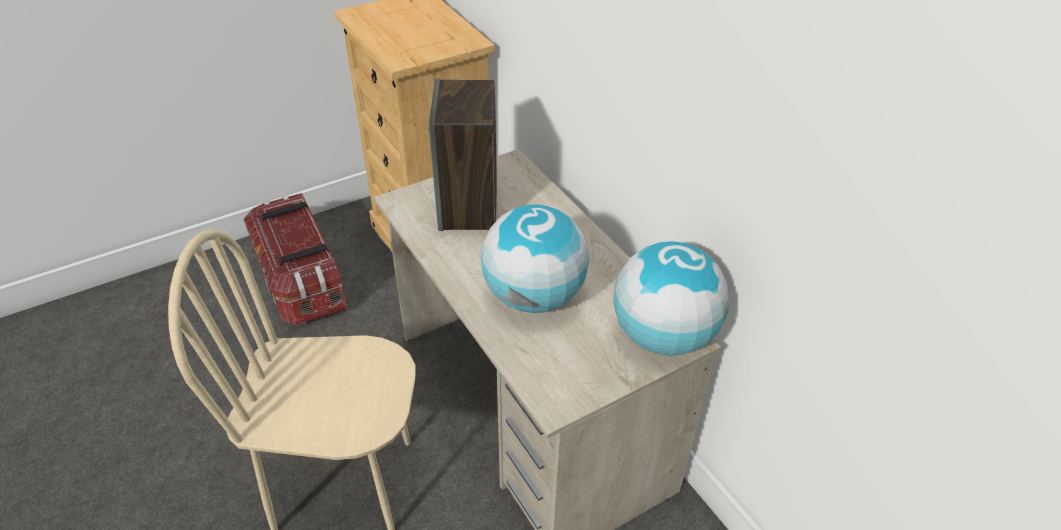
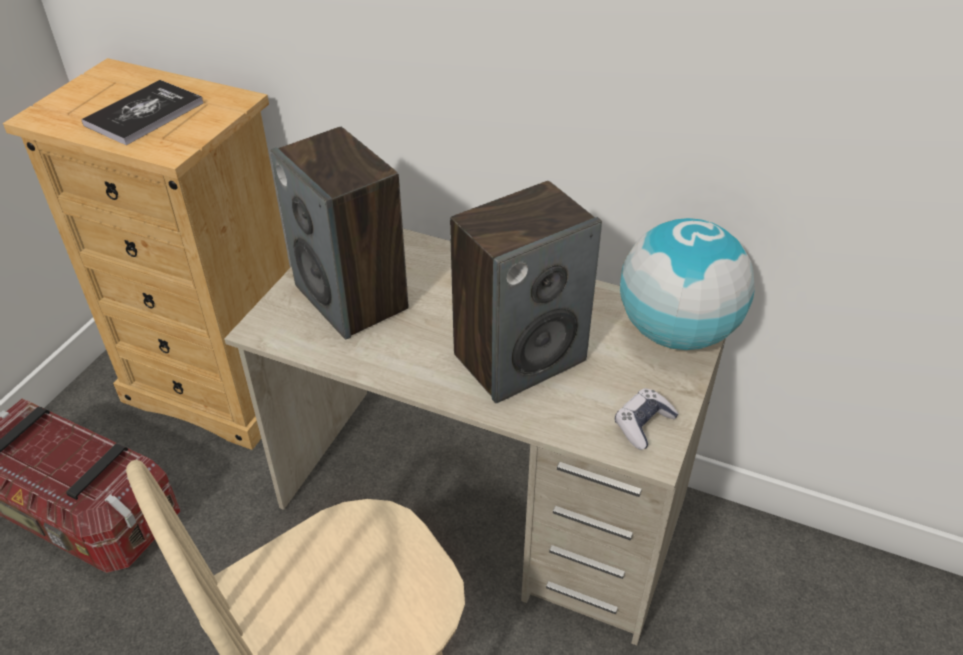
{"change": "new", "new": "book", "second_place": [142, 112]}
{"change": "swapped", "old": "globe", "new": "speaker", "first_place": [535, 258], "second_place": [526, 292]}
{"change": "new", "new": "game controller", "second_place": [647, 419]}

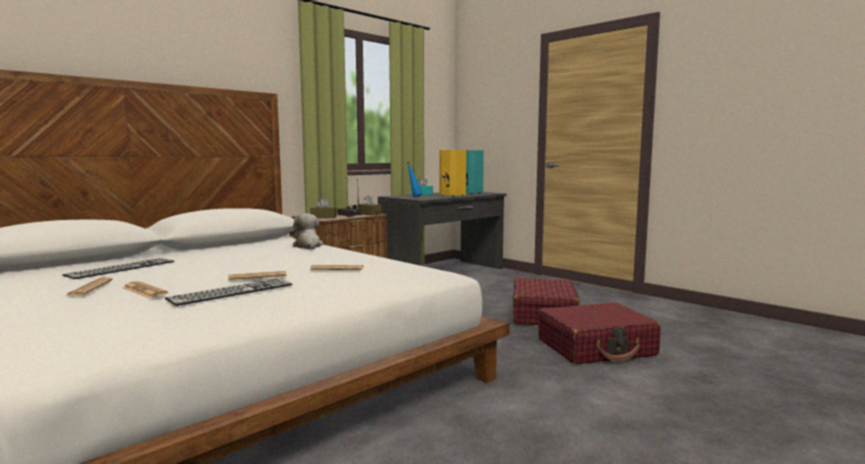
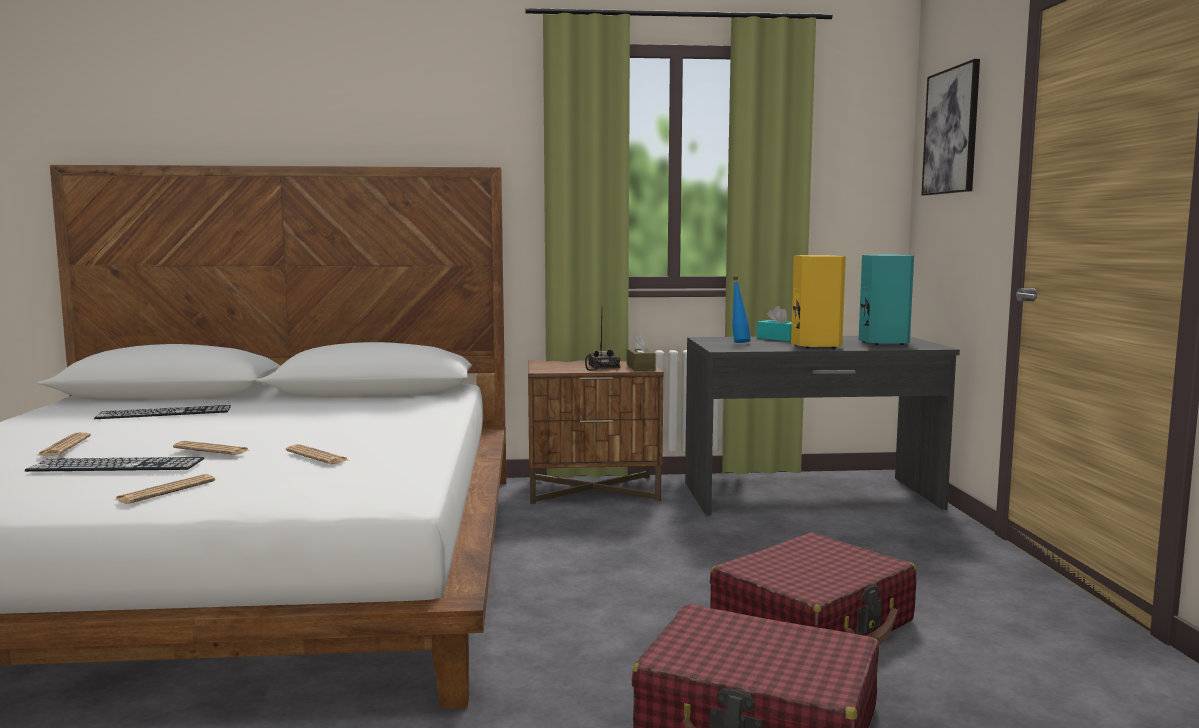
{"change": "shifted", "old": "newspaper", "first_place": [89, 286], "second_place": [165, 489]}
{"change": "new", "new": "picture", "second_place": [950, 127]}
{"change": "gone", "old": "plush toy", "first_place": [306, 231]}
{"change": "gone", "old": "tissue box (brown)", "first_place": [323, 207]}

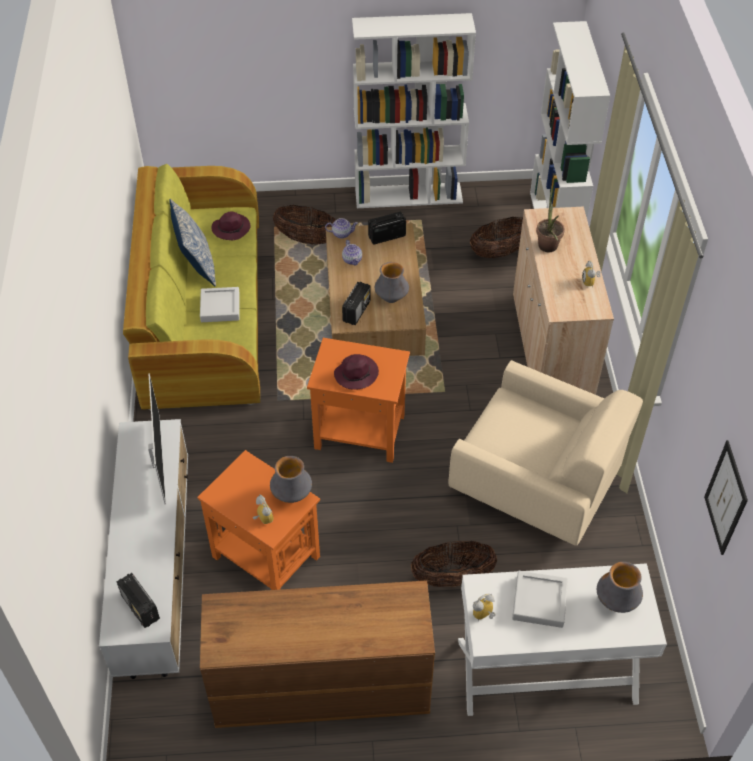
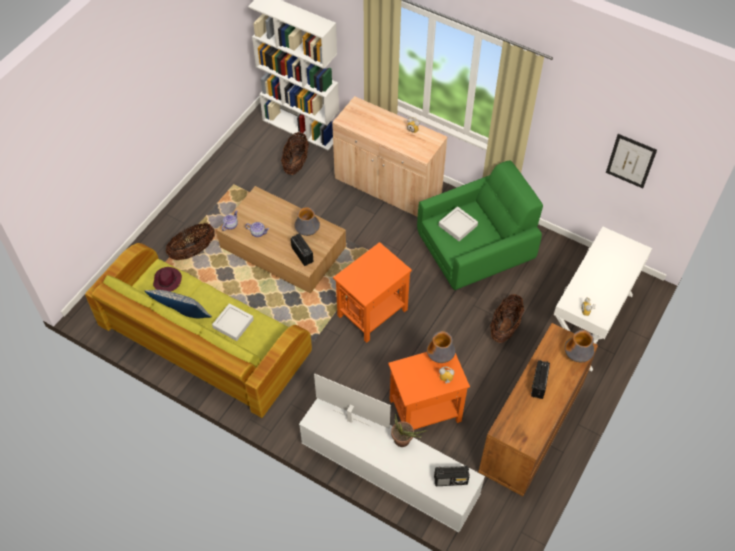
{"change": "shifted", "old": "potted plant", "first_place": [550, 219], "second_place": [409, 430]}
{"change": "repainted", "old": "armchair (beige)", "new": "armchair (green)", "first_place": [545, 453], "second_place": [480, 225]}
{"change": "shifted", "old": "tray (grey)", "first_place": [540, 599], "second_place": [458, 223]}
{"change": "shifted", "old": "radio", "first_place": [387, 228], "second_place": [540, 379]}
{"change": "shifted", "old": "vase", "first_place": [620, 587], "second_place": [579, 346]}
{"change": "gone", "old": "hat (purple)", "first_place": [356, 372]}
{"change": "gone", "old": "bookcase (white)", "first_place": [414, 110]}

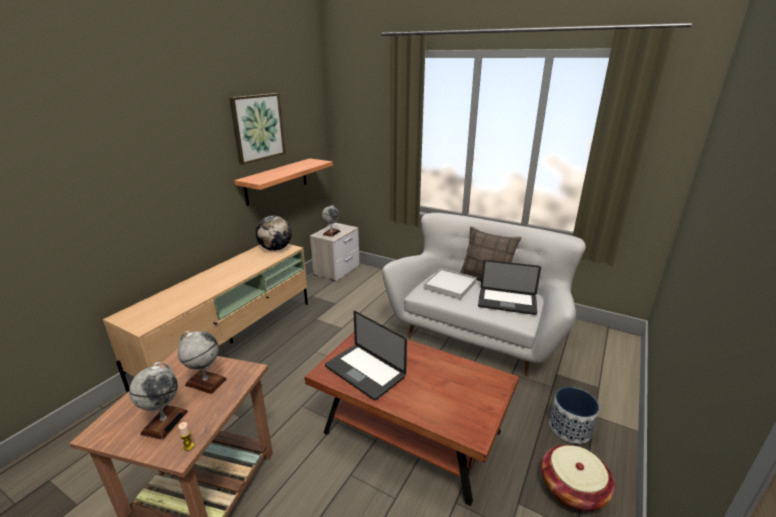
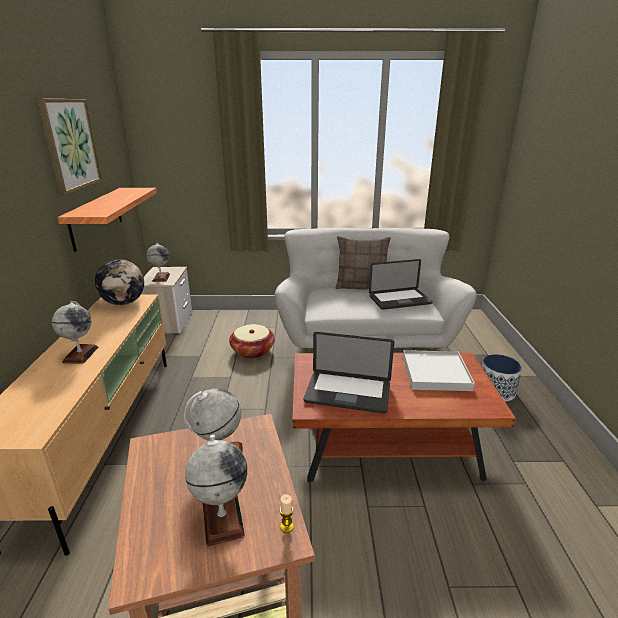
{"change": "new", "new": "globe", "second_place": [75, 332]}
{"change": "shifted", "old": "basket", "first_place": [578, 478], "second_place": [252, 341]}
{"change": "shifted", "old": "tray (white)", "first_place": [450, 284], "second_place": [439, 370]}

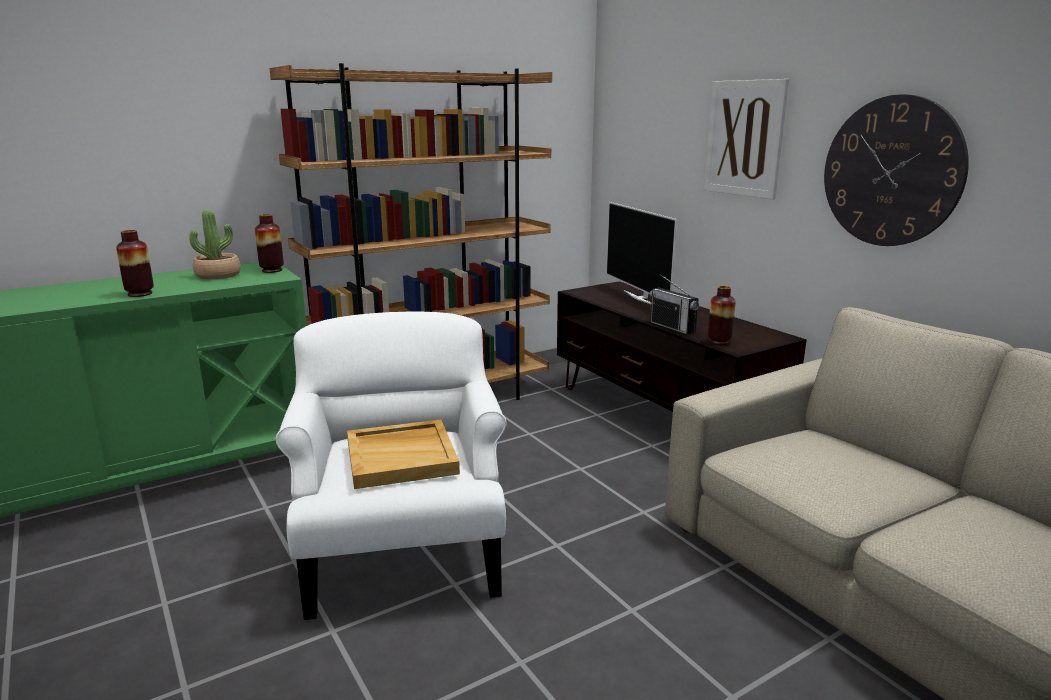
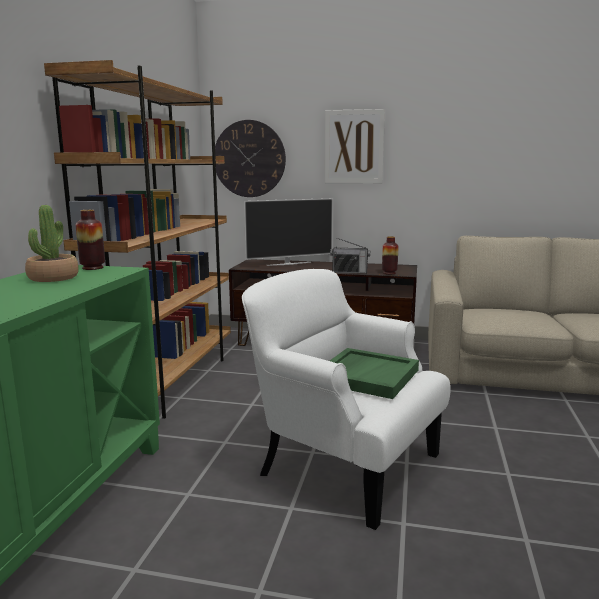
{"change": "shifted", "old": "wall clock", "first_place": [896, 170], "second_place": [250, 158]}
{"change": "rotated", "old": "television", "first_place": [641, 253], "second_place": [288, 232], "degrees": -45}
{"change": "repainted", "old": "tray (beige)", "new": "tray (green)", "first_place": [403, 454], "second_place": [374, 373]}
{"change": "gone", "old": "vase", "first_place": [135, 263]}

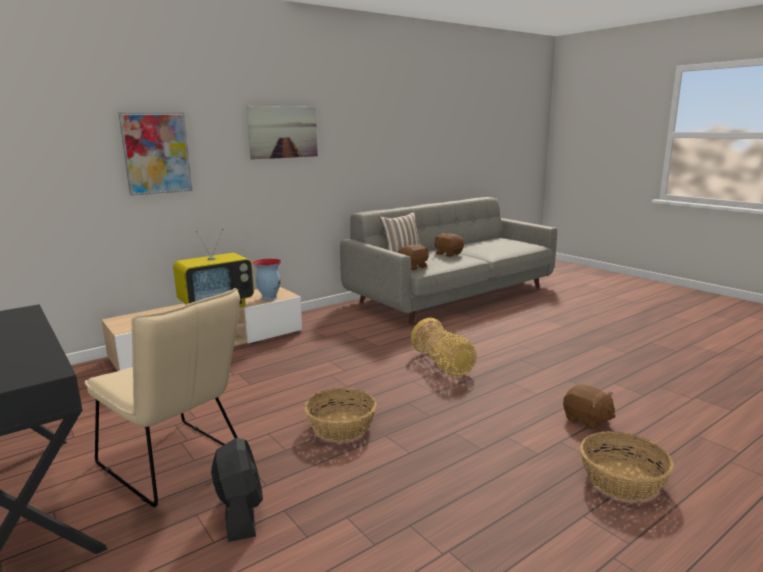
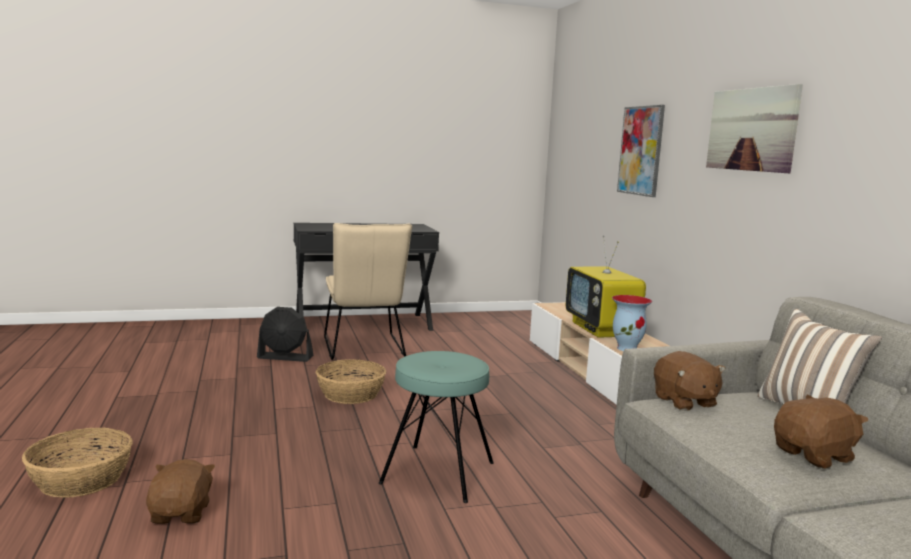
{"change": "rotated", "old": "plush toy (brown)", "first_place": [589, 407], "second_place": [180, 491], "degrees": 105}
{"change": "rotated", "old": "chair (beige)", "first_place": [162, 397], "second_place": [368, 291], "degrees": -75}
{"change": "swapped", "old": "basket", "new": "stool (turquoise)", "first_place": [444, 347], "second_place": [436, 427]}

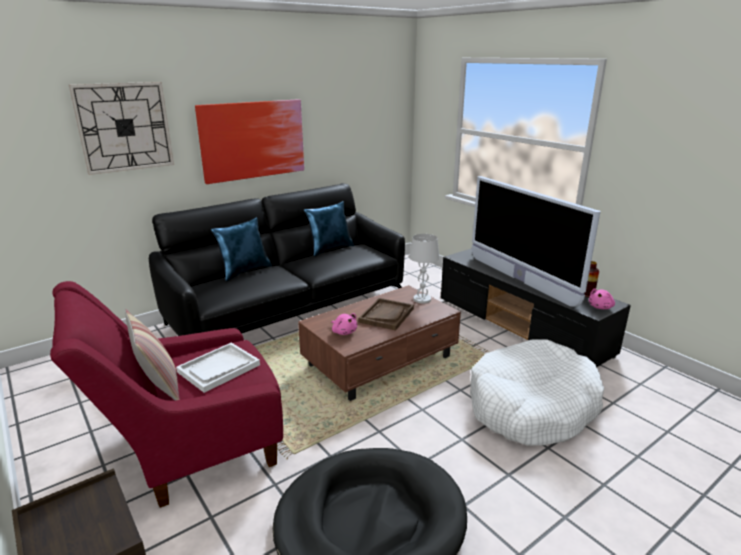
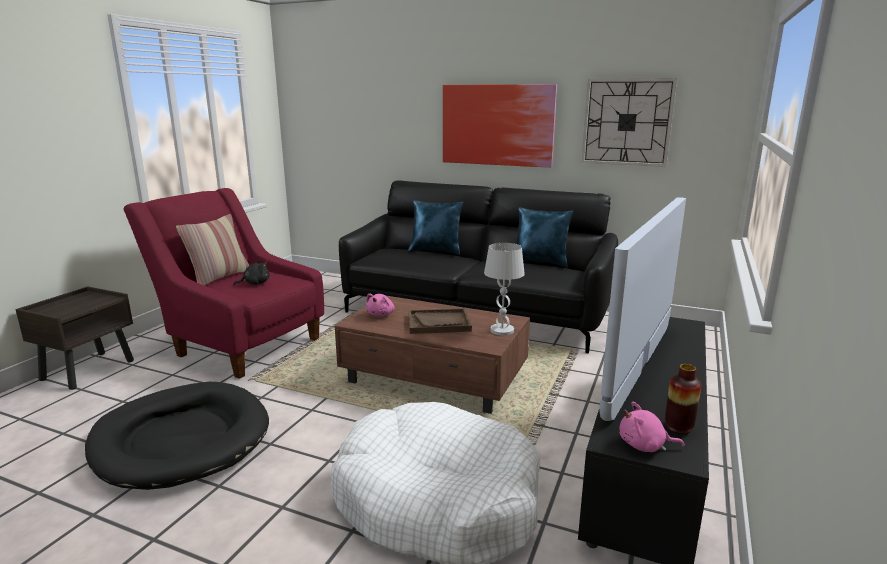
{"change": "swapped", "old": "tray (white)", "new": "plush toy (black)", "first_place": [218, 368], "second_place": [251, 272]}
{"change": "shifted", "old": "wall clock", "first_place": [121, 128], "second_place": [629, 122]}

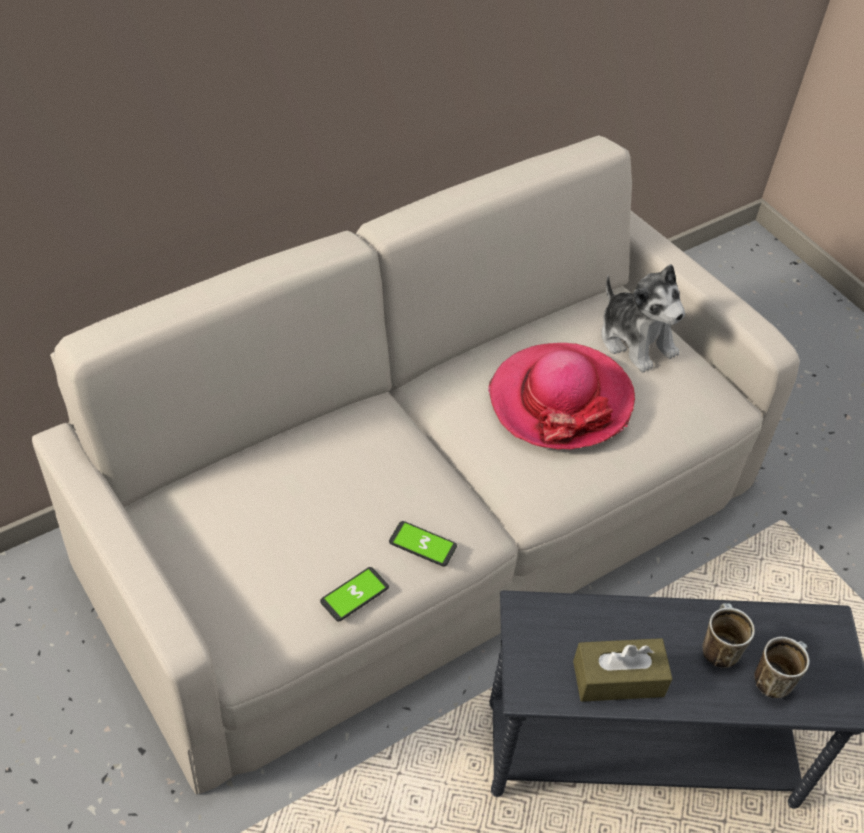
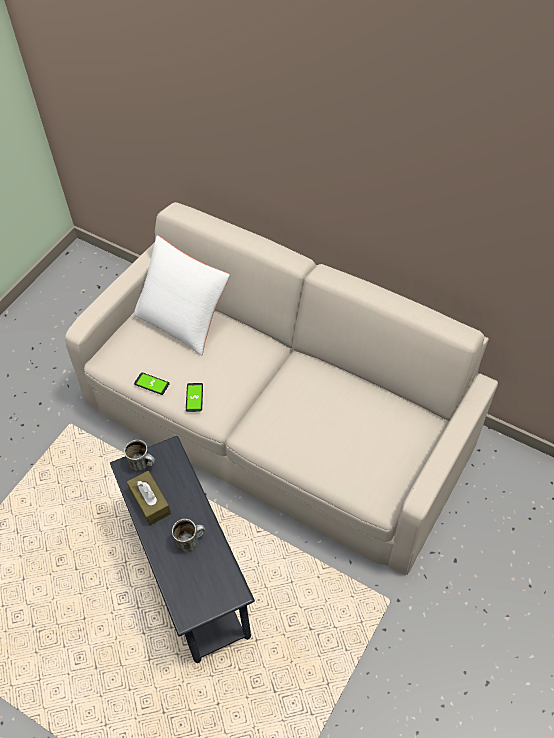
{"change": "shifted", "old": "mug", "first_place": [781, 667], "second_place": [140, 455]}
{"change": "new", "new": "pillow (white)", "second_place": [182, 295]}
{"change": "gone", "old": "hat", "first_place": [561, 396]}
{"change": "gone", "old": "plush toy", "first_place": [643, 318]}

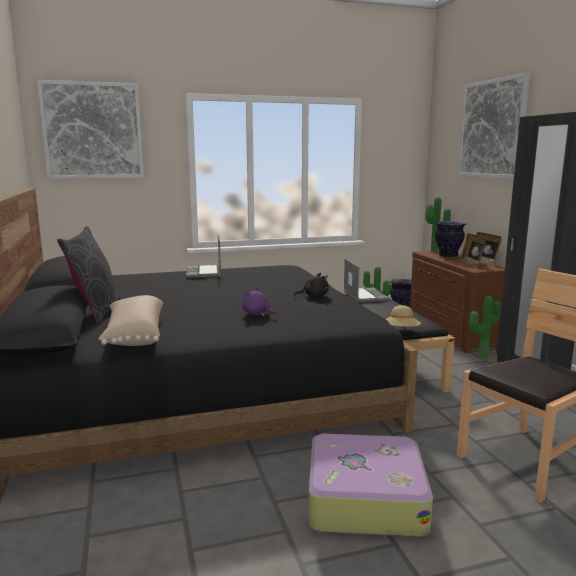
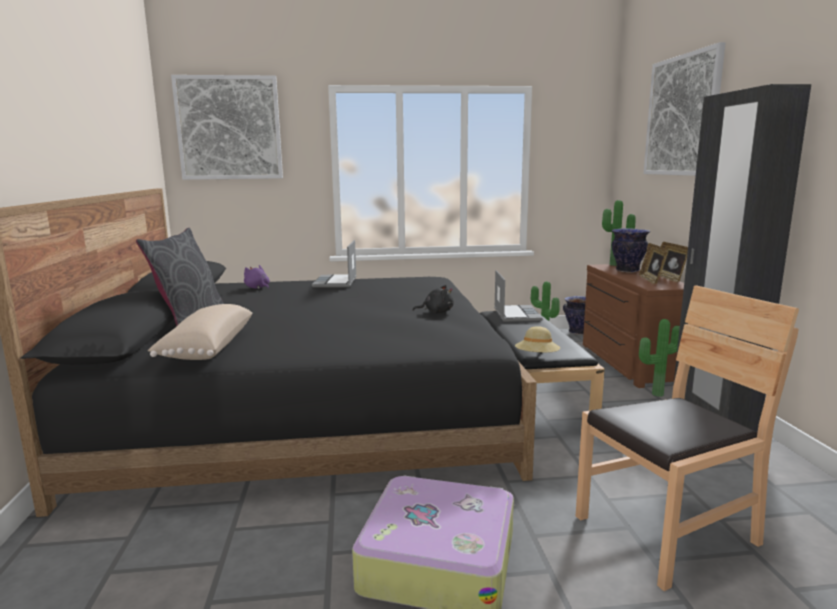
{"change": "shifted", "old": "plush toy (purple)", "first_place": [259, 302], "second_place": [257, 277]}

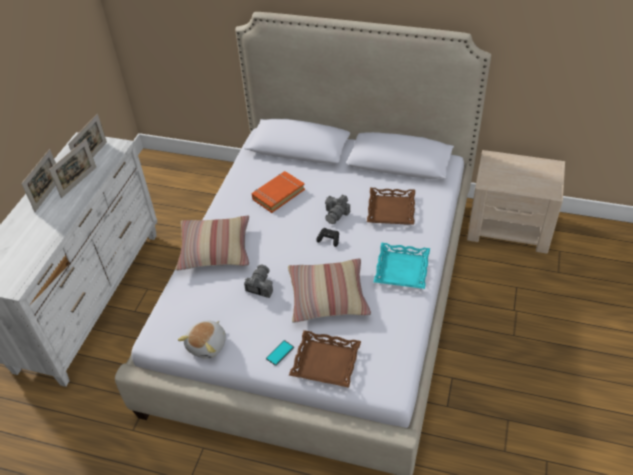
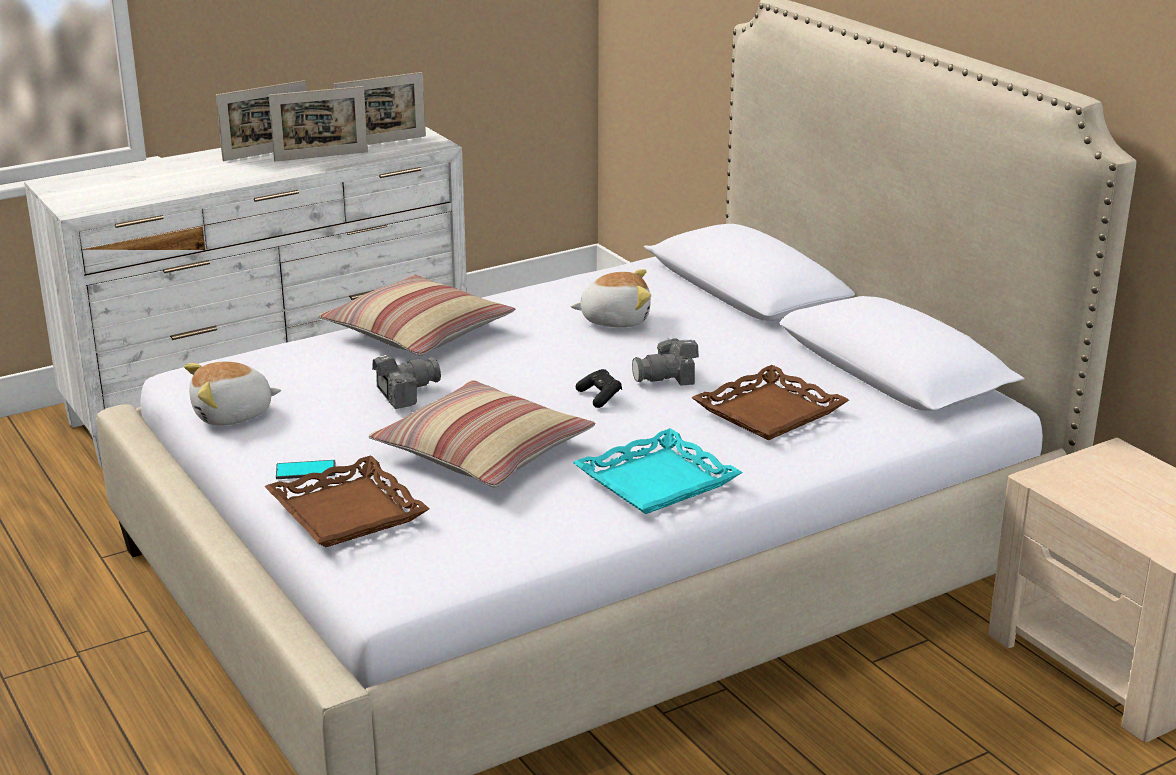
{"change": "swapped", "old": "book (orange)", "new": "plush toy", "first_place": [278, 192], "second_place": [610, 298]}

